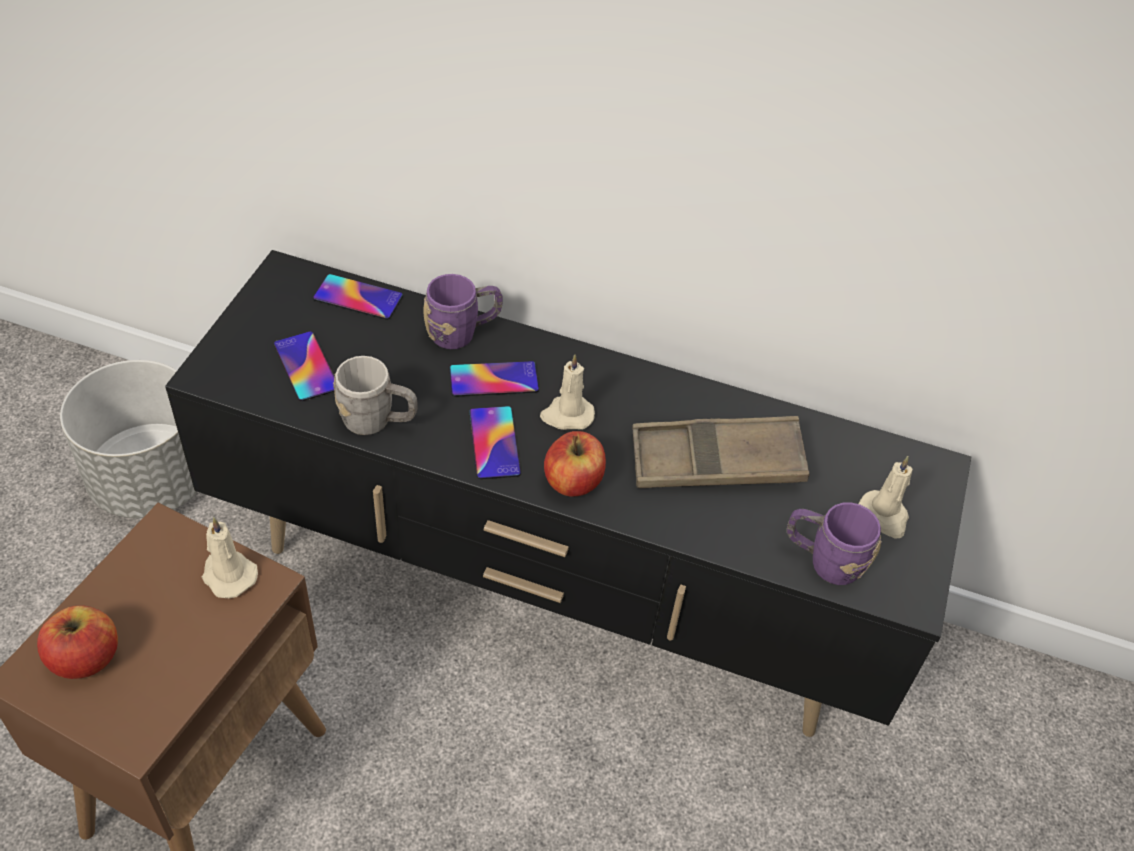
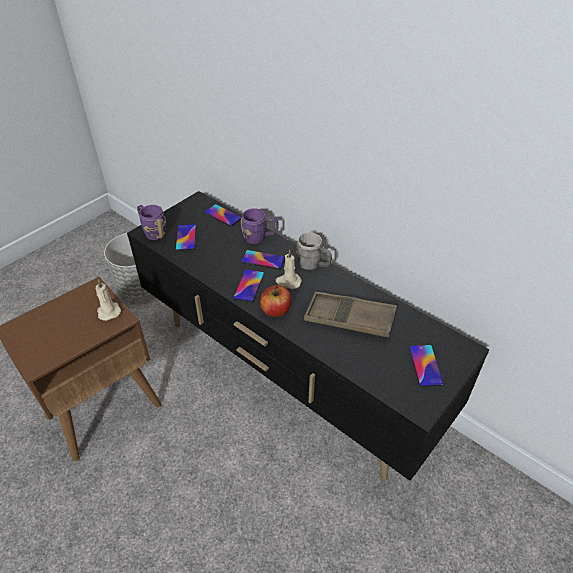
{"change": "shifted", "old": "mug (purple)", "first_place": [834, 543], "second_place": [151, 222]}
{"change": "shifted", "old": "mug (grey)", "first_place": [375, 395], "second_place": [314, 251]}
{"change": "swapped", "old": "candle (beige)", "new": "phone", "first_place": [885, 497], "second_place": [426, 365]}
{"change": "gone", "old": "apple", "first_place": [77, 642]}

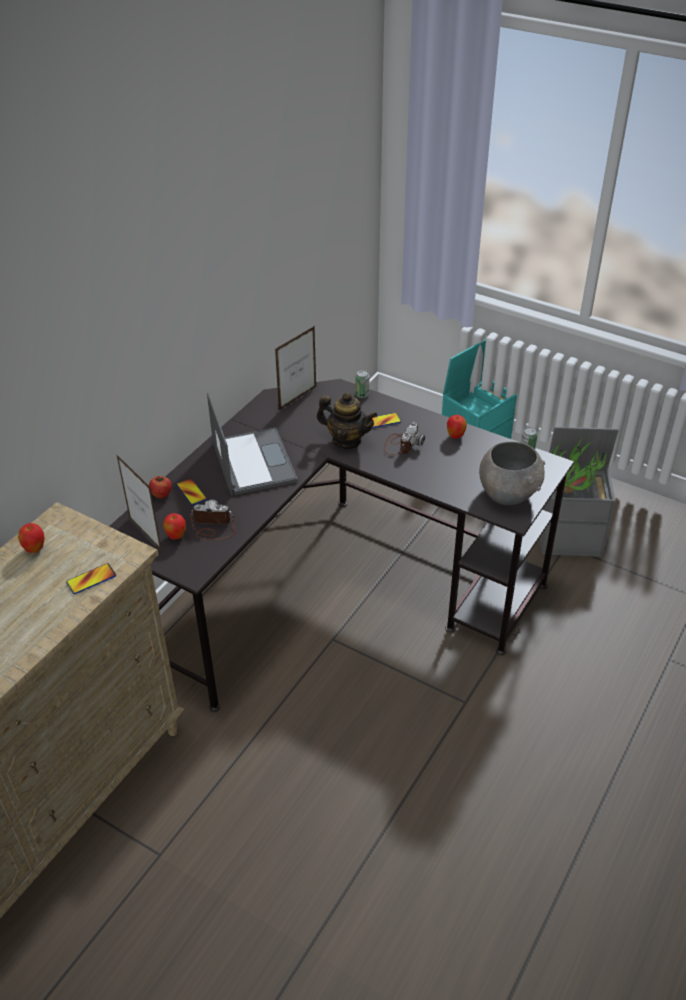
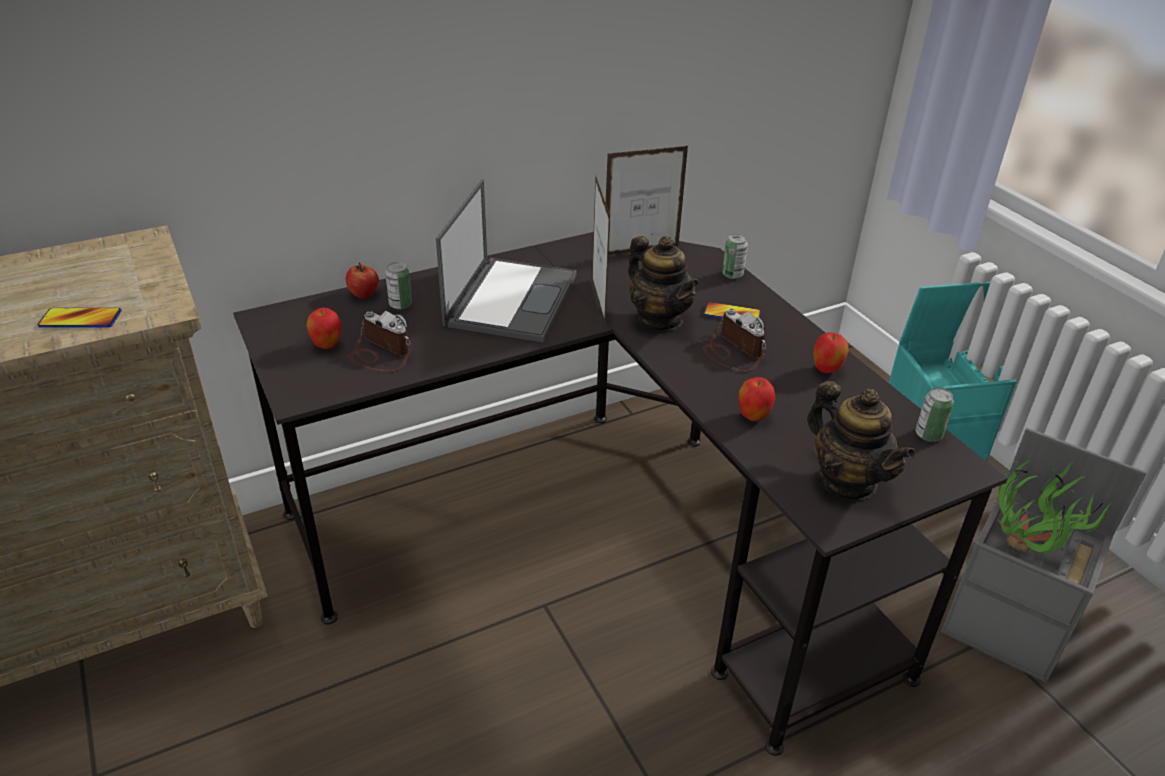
{"change": "swapped", "old": "phone", "new": "can", "first_place": [191, 491], "second_place": [398, 285]}
{"change": "shifted", "old": "picture frame", "first_place": [139, 502], "second_place": [601, 248]}
{"change": "rotated", "old": "photo camera", "first_place": [404, 438], "second_place": [734, 340], "degrees": -90}
{"change": "shifted", "old": "apple", "first_place": [31, 538], "second_place": [756, 399]}
{"change": "swapped", "old": "bowl (grey)", "new": "teapot", "first_place": [512, 473], "second_place": [861, 440]}

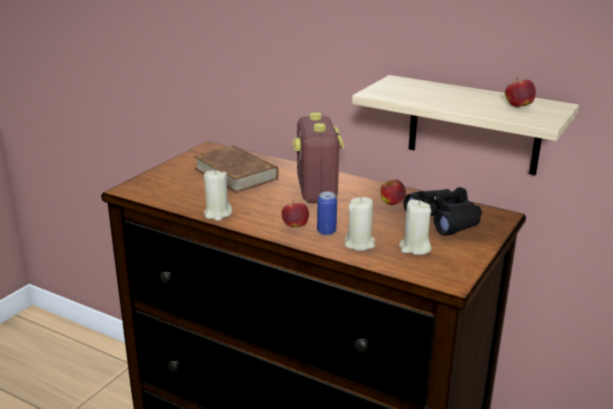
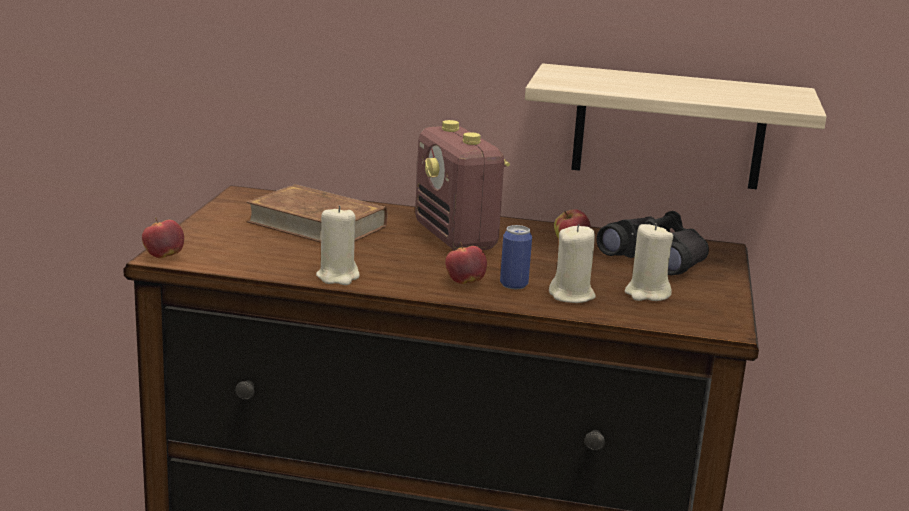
{"change": "shifted", "old": "apple", "first_place": [520, 92], "second_place": [163, 238]}

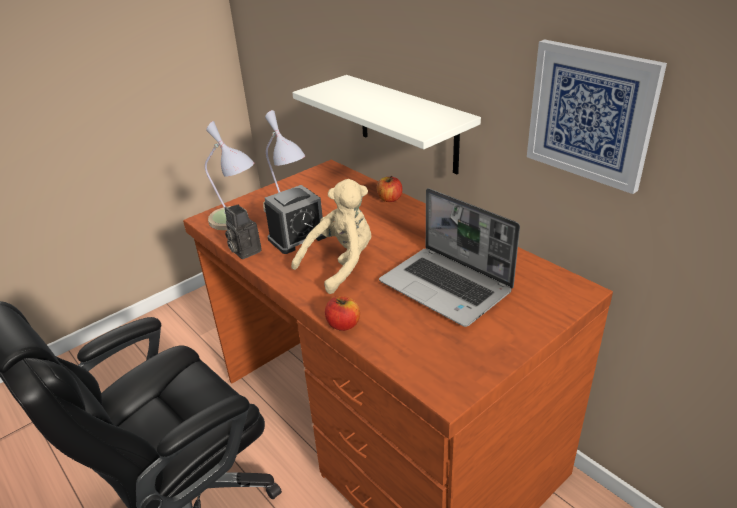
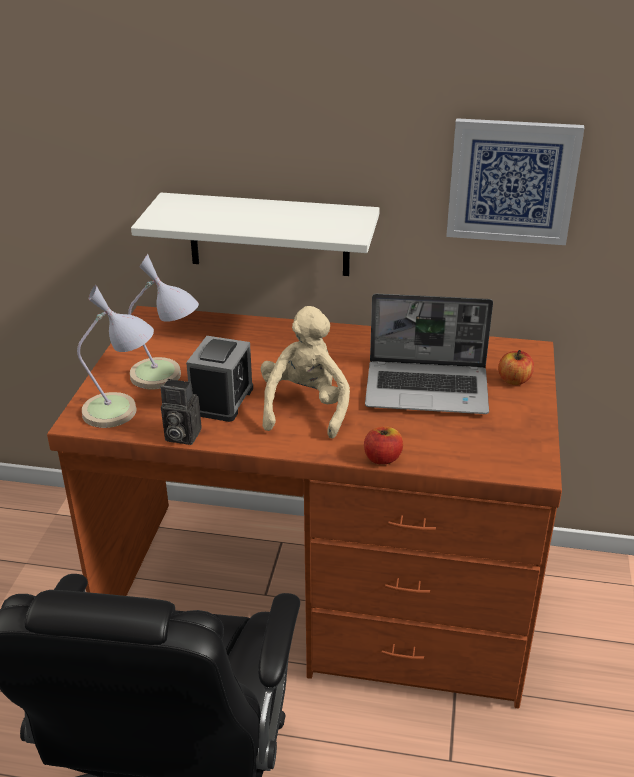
{"change": "shifted", "old": "apple", "first_place": [389, 189], "second_place": [516, 367]}

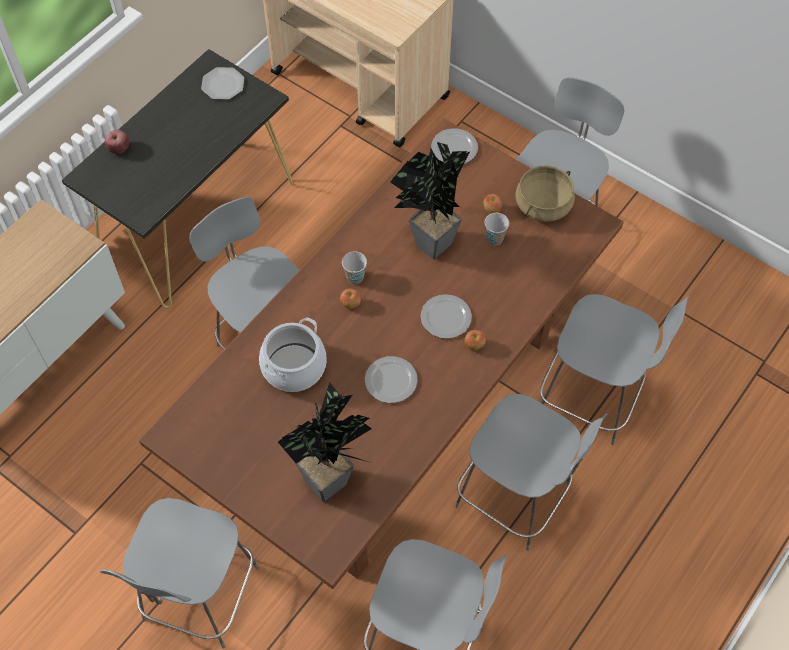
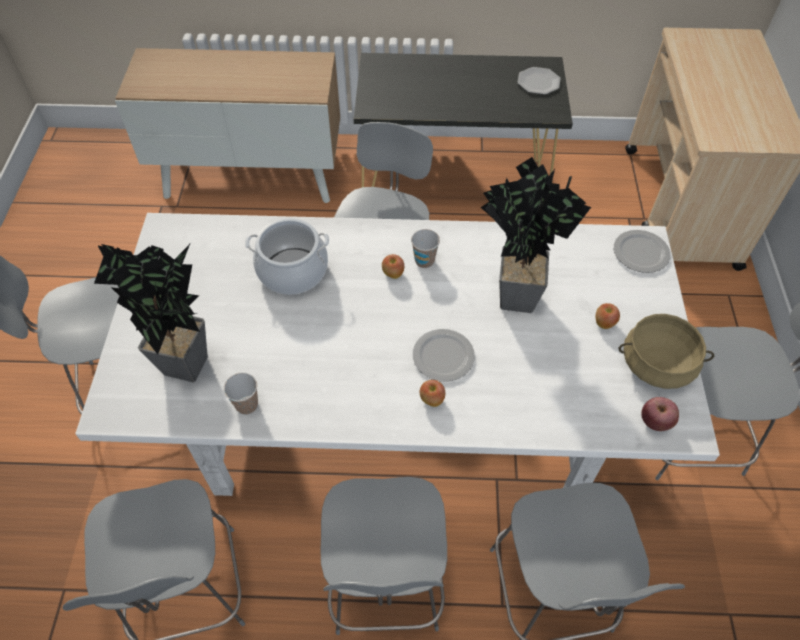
{"change": "repainted", "old": "dining table (brown)", "new": "dining table (white)", "first_place": [381, 353], "second_place": [397, 354]}
{"change": "shifted", "old": "cup", "first_place": [497, 229], "second_place": [241, 393]}
{"change": "shifted", "old": "apple", "first_place": [117, 142], "second_place": [660, 414]}
{"change": "gone", "old": "plate", "first_place": [391, 379]}

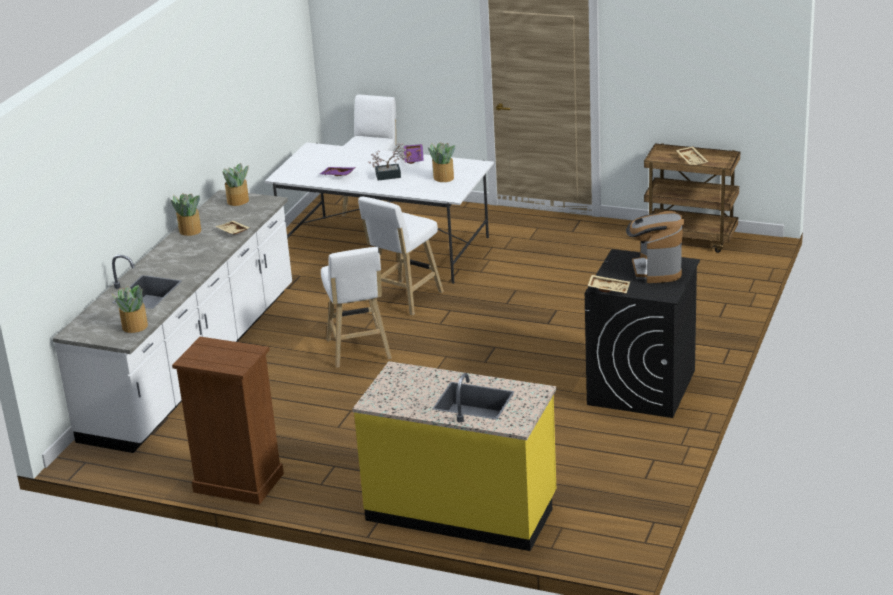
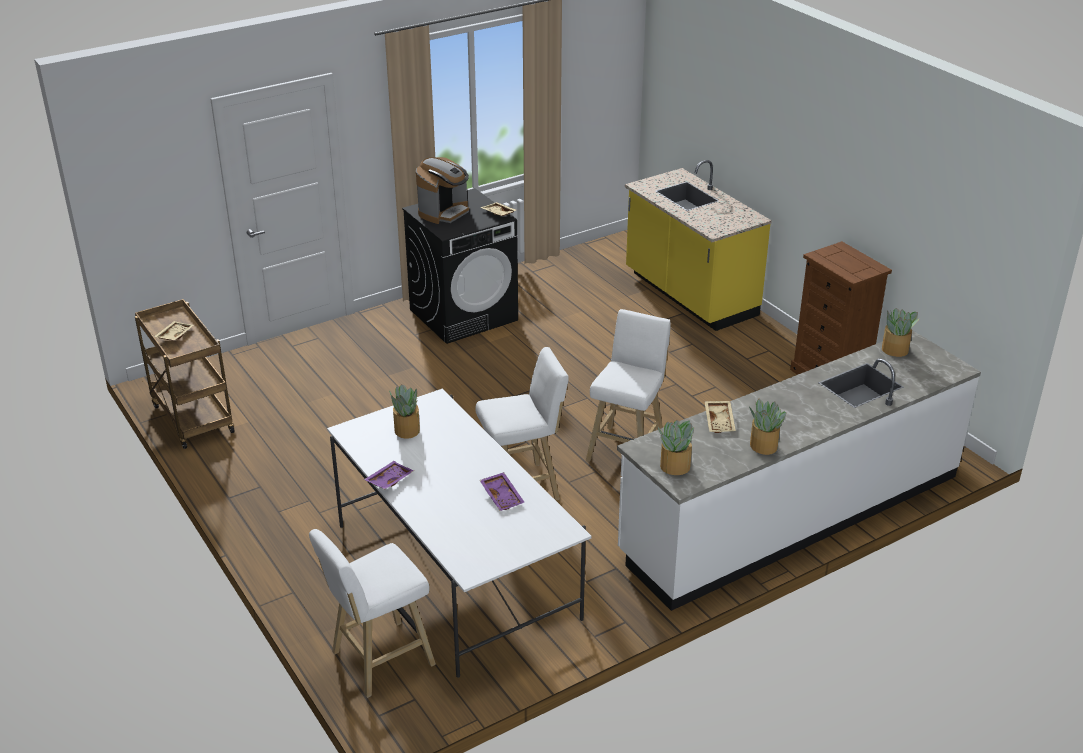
{"change": "gone", "old": "potted plant", "first_place": [389, 161]}

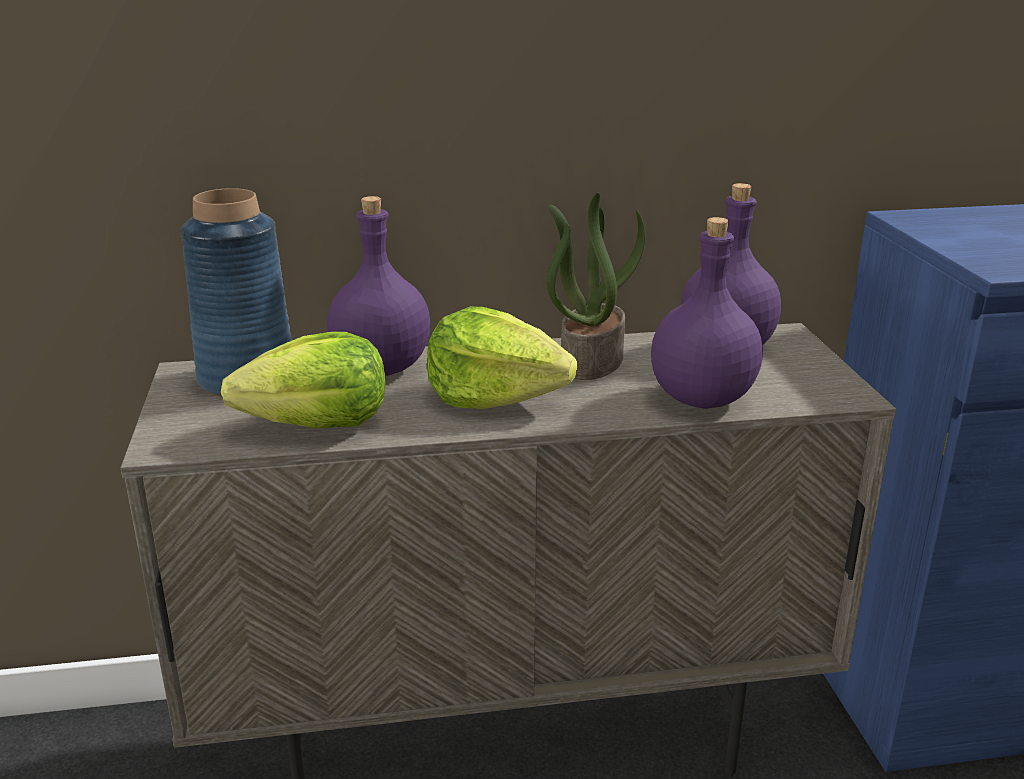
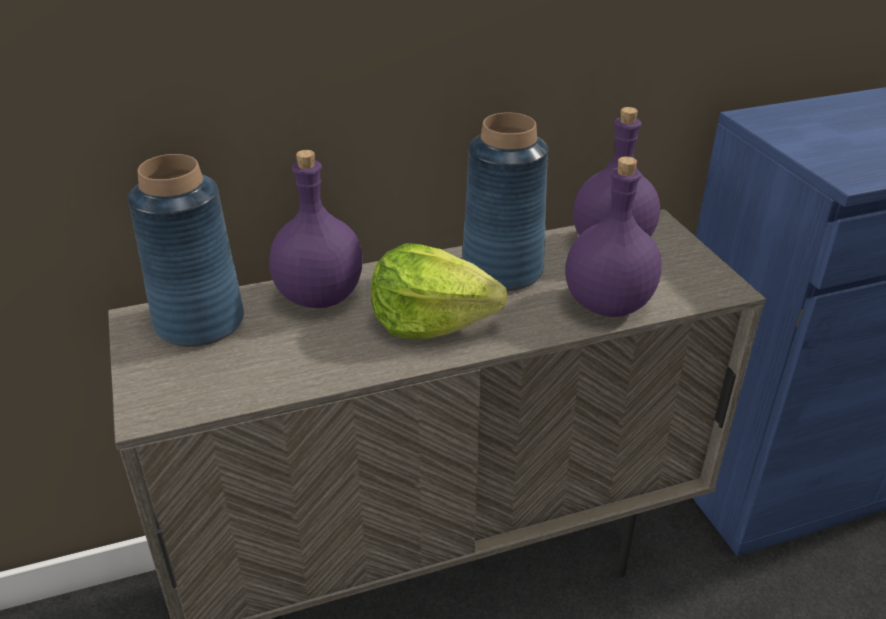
{"change": "swapped", "old": "potted plant", "new": "vase (blue)", "first_place": [595, 286], "second_place": [505, 202]}
{"change": "gone", "old": "lettuce", "first_place": [303, 380]}

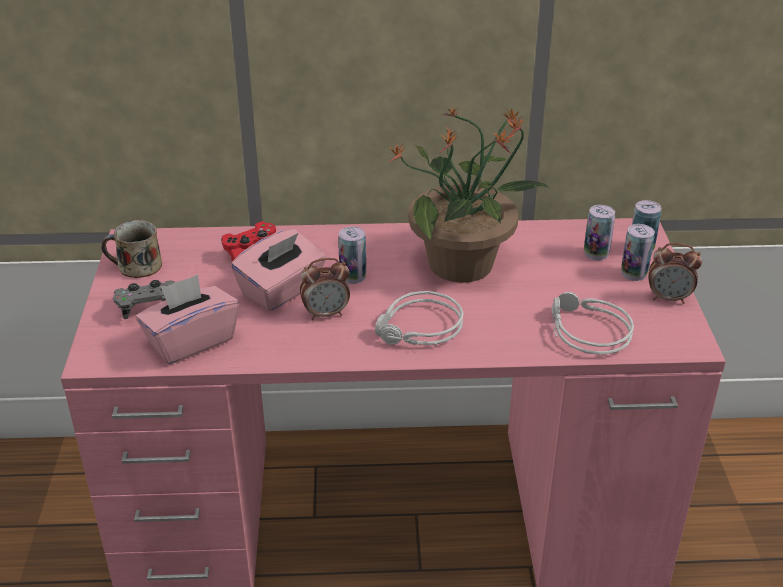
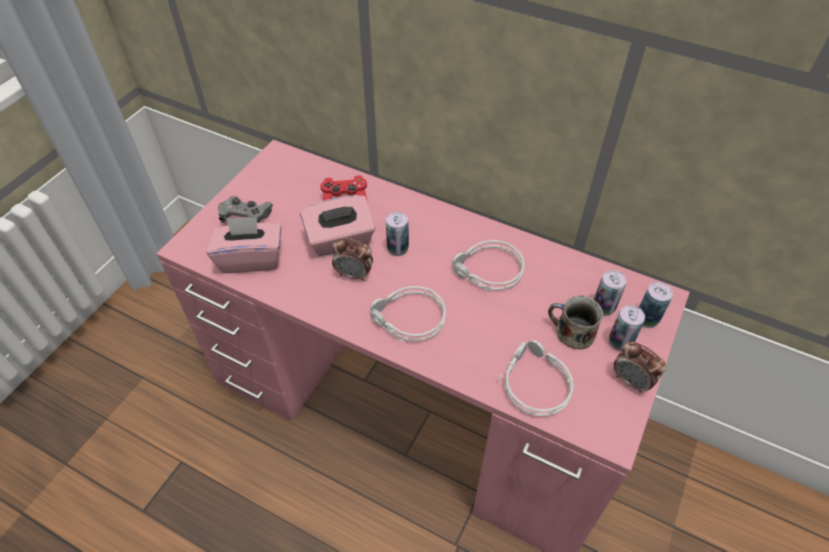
{"change": "swapped", "old": "potted plant", "new": "headphones (grey)", "first_place": [468, 195], "second_place": [488, 265]}
{"change": "shifted", "old": "mug", "first_place": [131, 249], "second_place": [575, 322]}

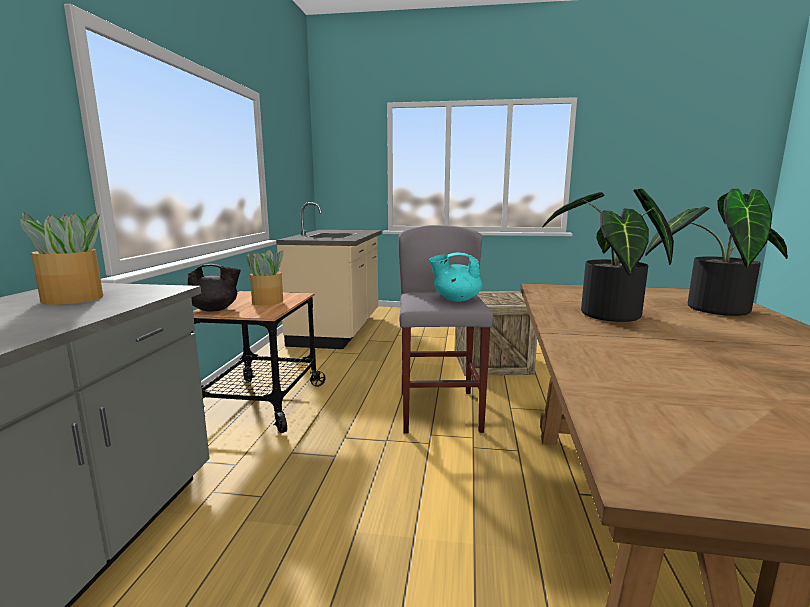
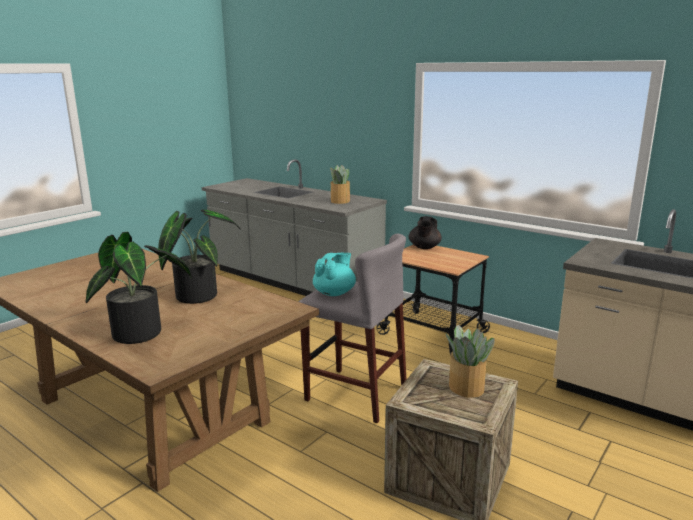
{"change": "shifted", "old": "potted plant", "first_place": [265, 278], "second_place": [470, 361]}

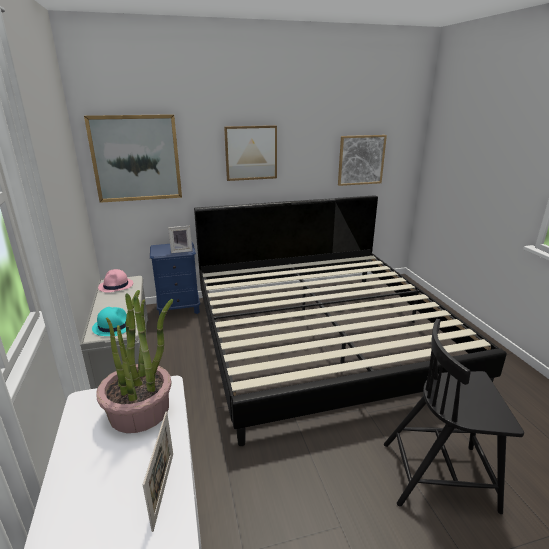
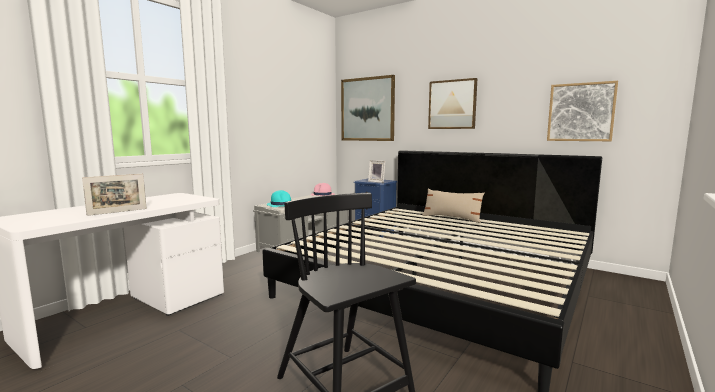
{"change": "new", "new": "pillow (beige)", "second_place": [453, 206]}
{"change": "gone", "old": "potted plant", "first_place": [134, 361]}

